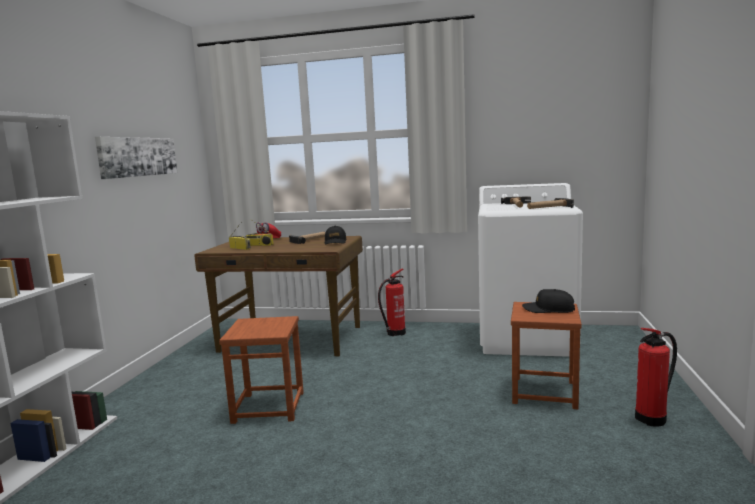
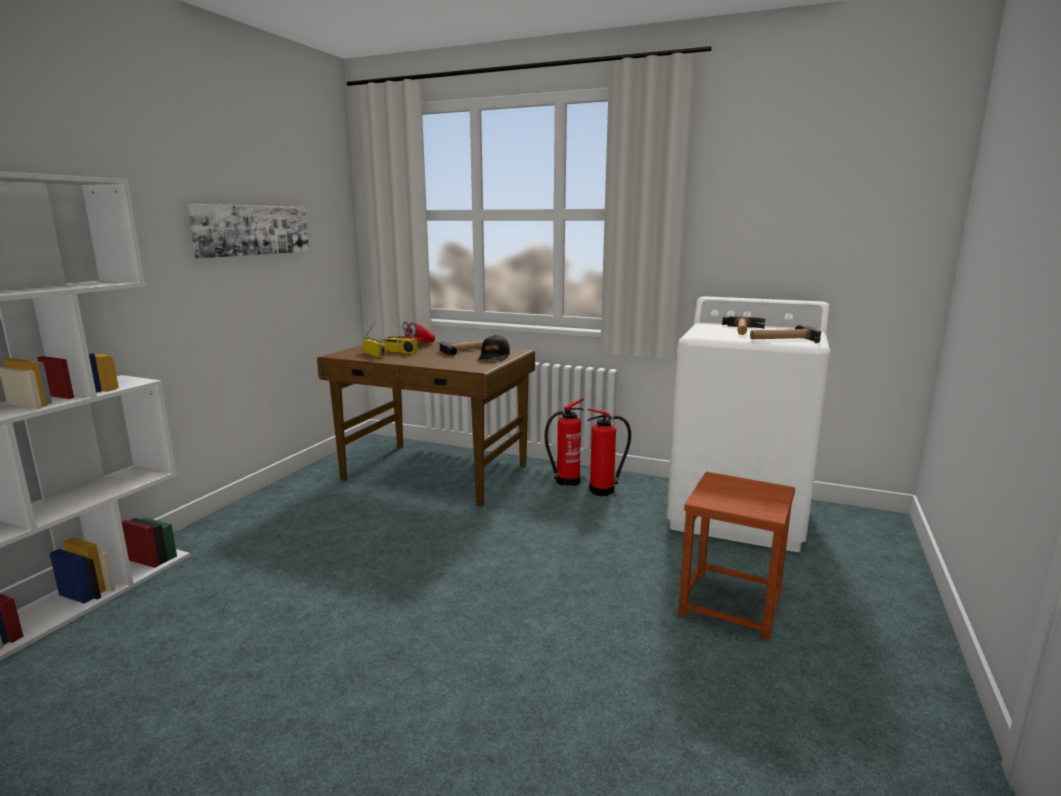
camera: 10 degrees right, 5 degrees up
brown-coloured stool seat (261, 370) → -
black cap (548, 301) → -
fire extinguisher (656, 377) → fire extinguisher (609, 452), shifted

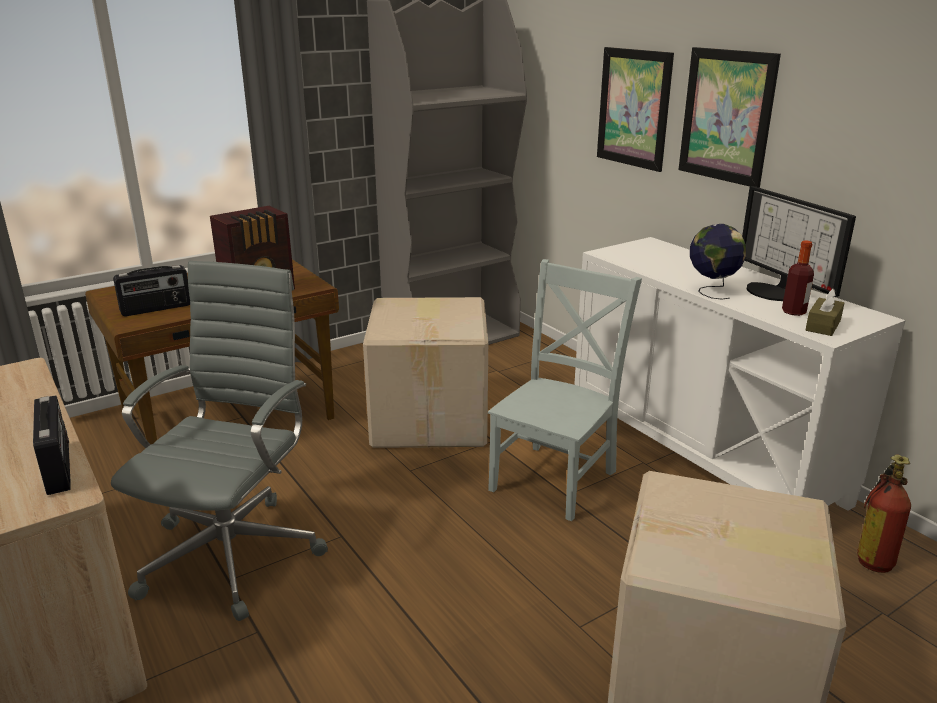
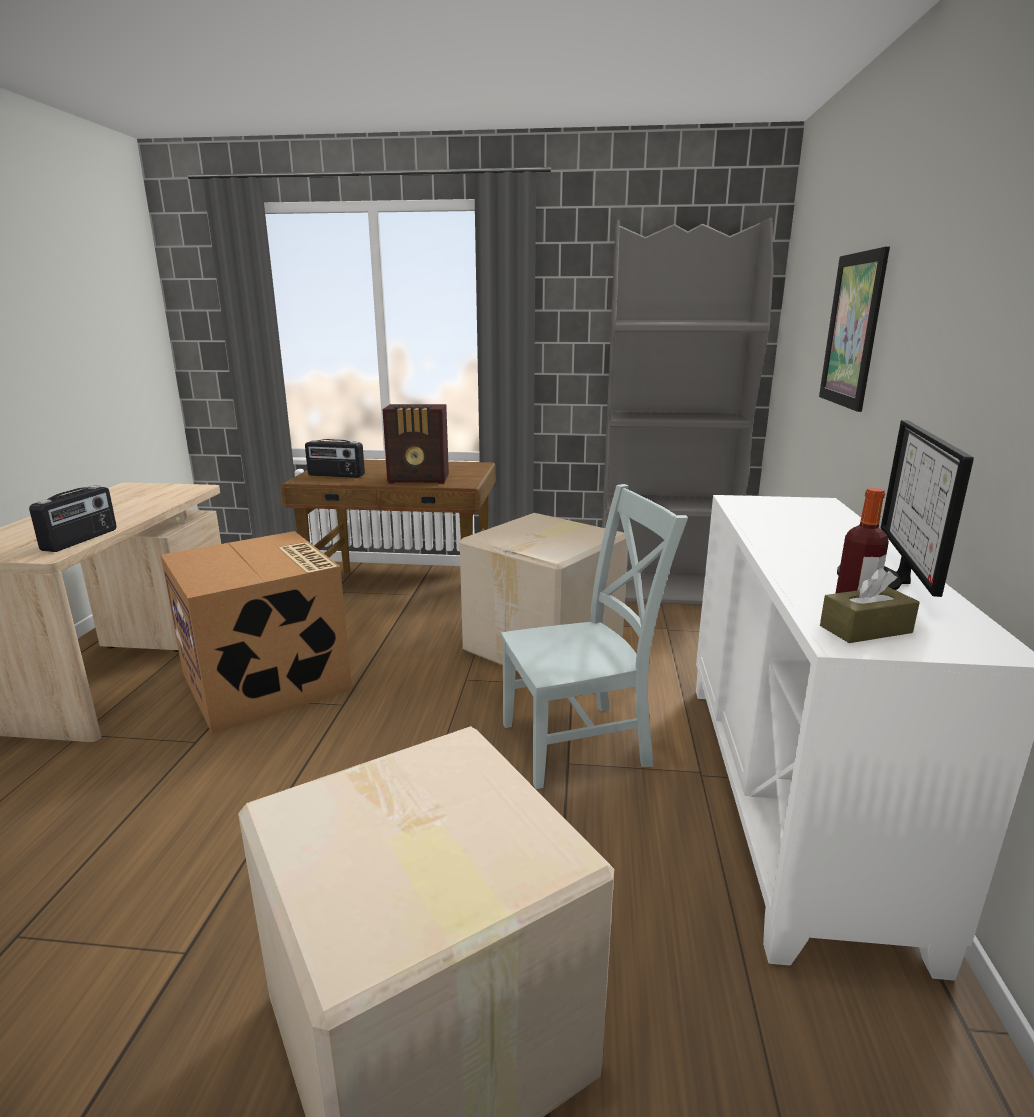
camera: 40 degrees right, 5 degrees down
greyish office chair (219, 441) → packing box (256, 632)
picture (730, 117) → -
desk globe (718, 262) → -
fire extinguisher (884, 513) → -

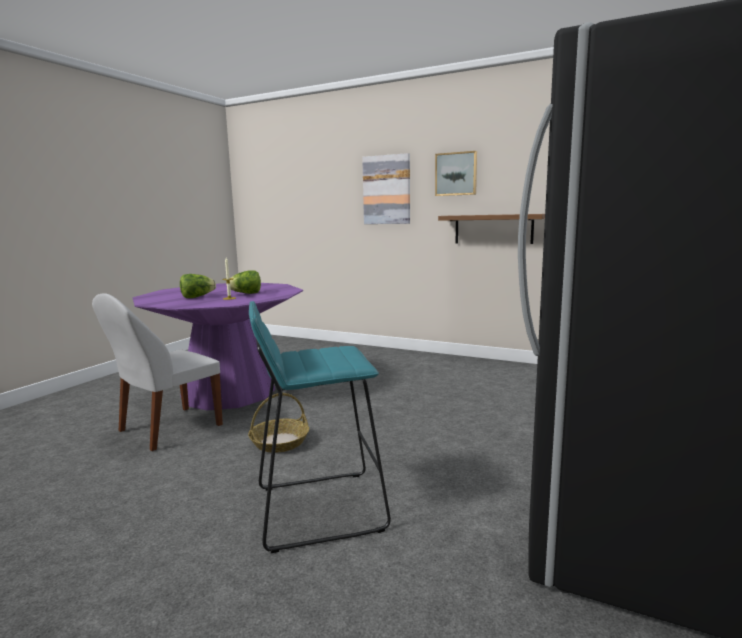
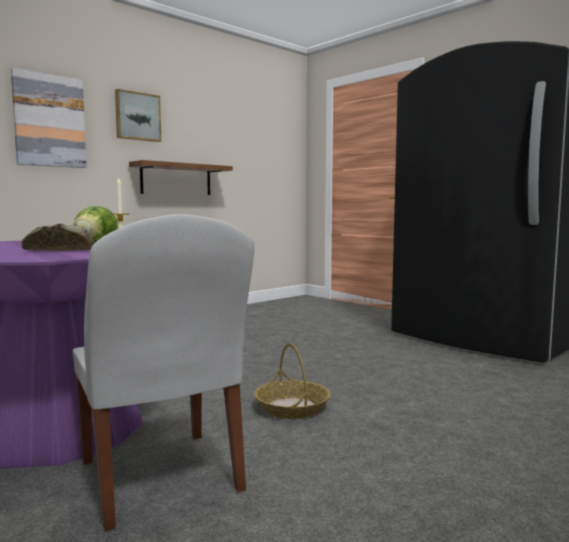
camera: 70 degrees left, 5 degrees down
lettuce (198, 286) → bread (58, 237)
blue-green stool seat (320, 427) → -

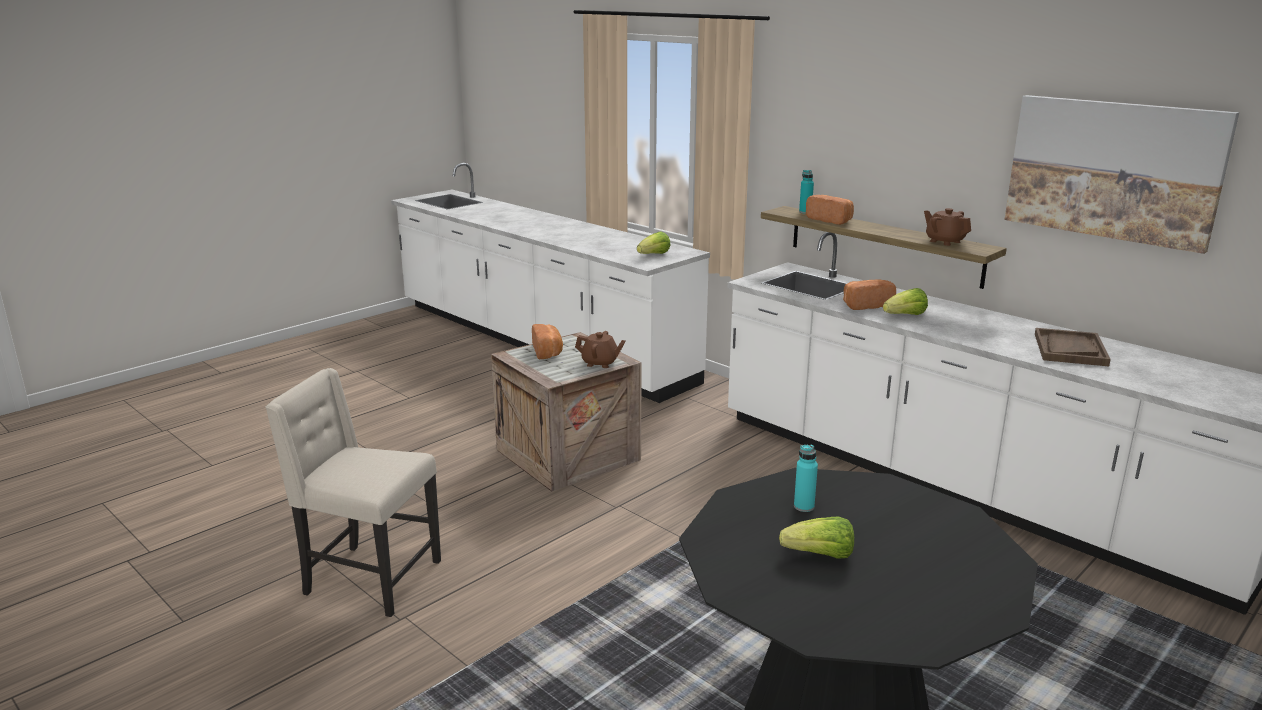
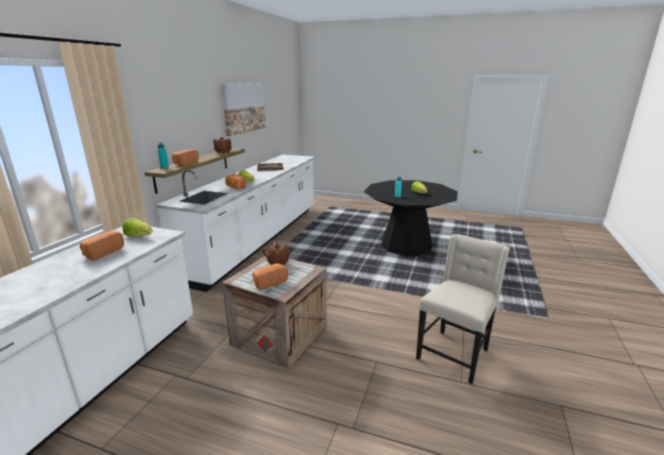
camera: 115 degrees left, 0 degrees up
sand-coloured chair (353, 492) → sand-coloured chair (463, 309), 135 degrees counterclockwise
- → bread (102, 245)

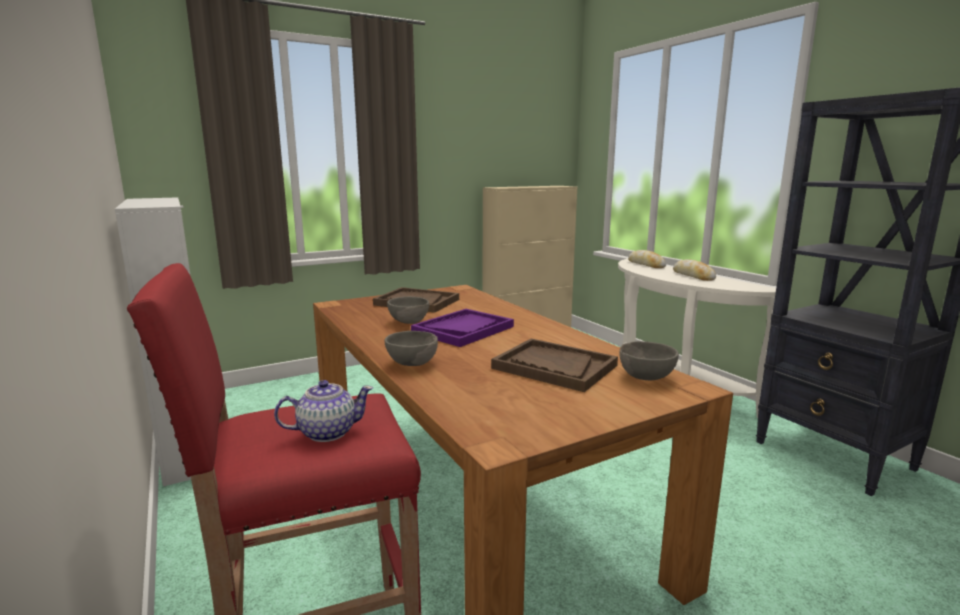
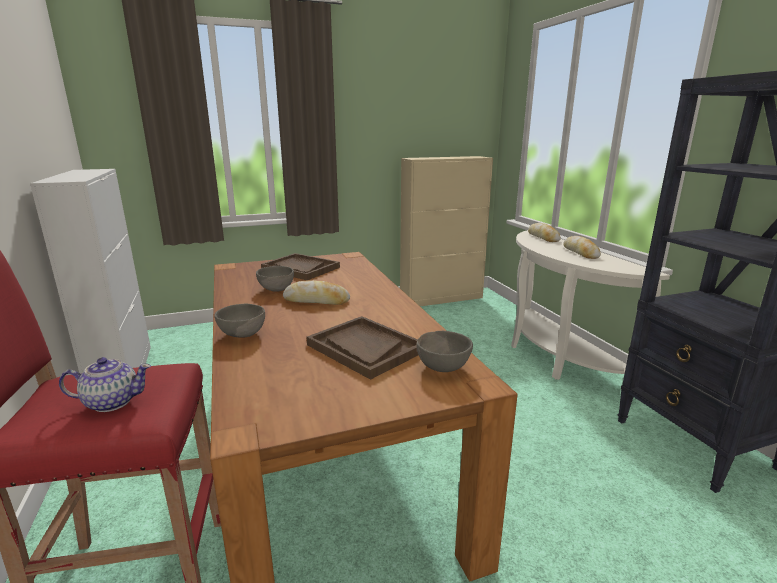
camera: 10 degrees right, 5 degrees up
purple-coloured carrying tray (462, 328) → bread (316, 292)

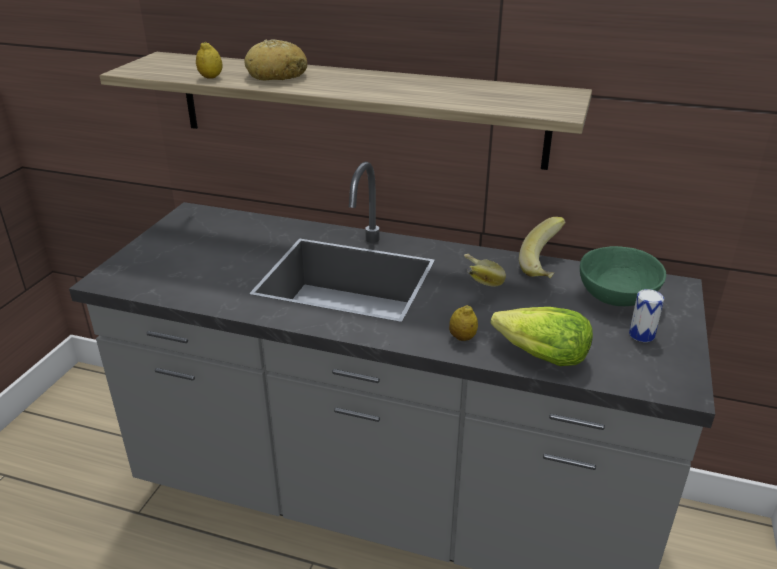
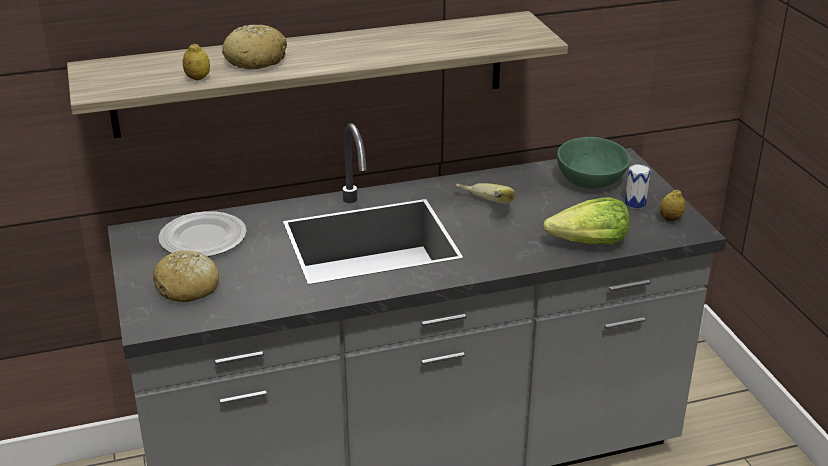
camera: 35 degrees left, 0 degrees up
lemon (463, 323) → lemon (672, 205), shifted
whole banana (542, 247) → -
- → bread (186, 276)
- → plate (202, 234)

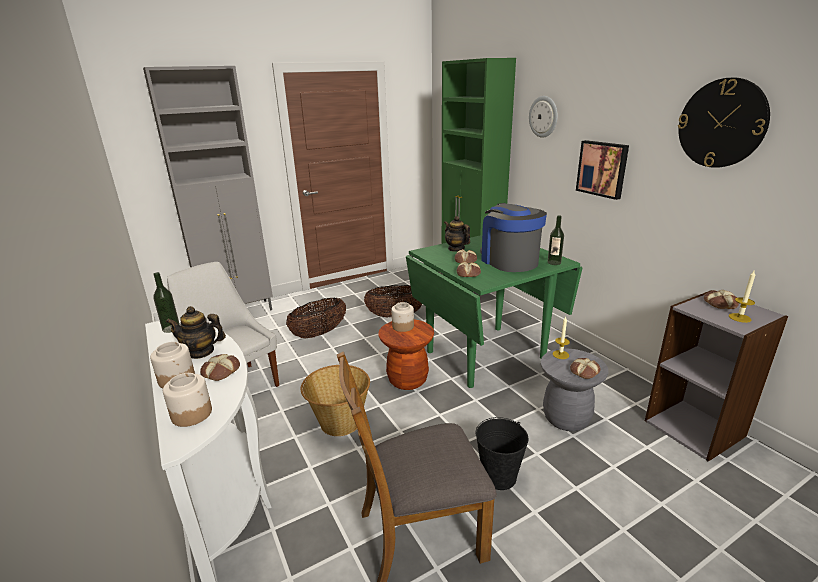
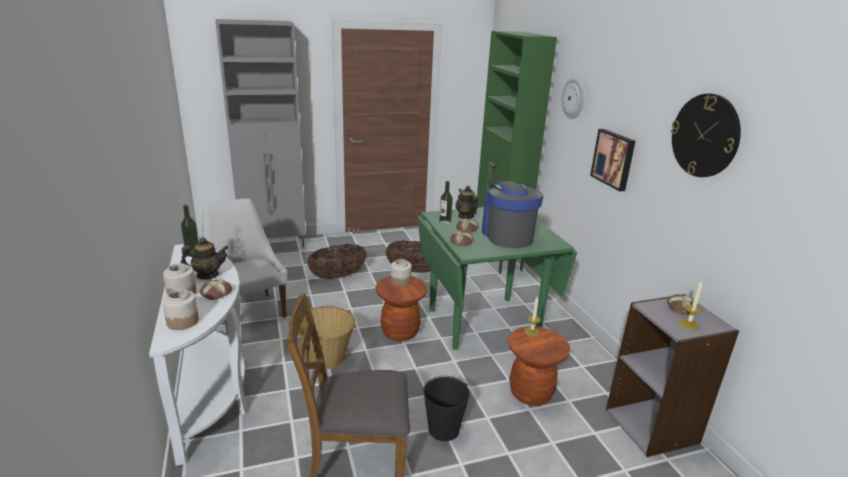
camera: 10 degrees right, 0 degrees up
teapot (196, 332) → teapot (205, 258), 150 degrees clockwise
greyish stool seat (574, 389) → brown-coloured stool seat (539, 366)
beverage bottle (555, 240) → beverage bottle (446, 203), shifted
bread (585, 368) → -

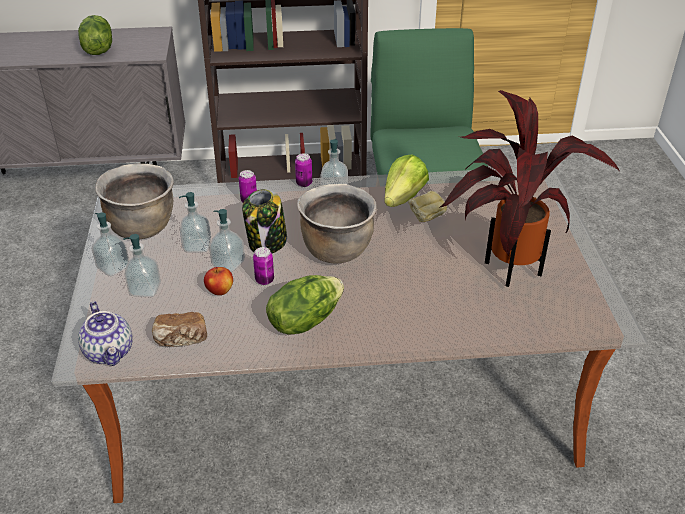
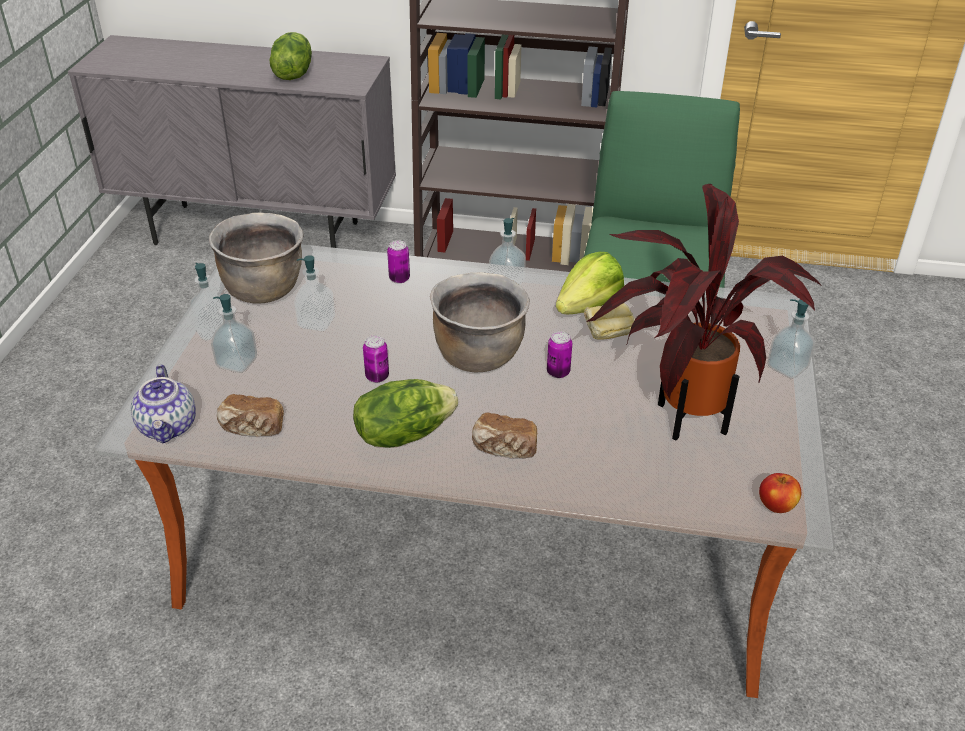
camera: 15 degrees right, 0 degrees up
whole apple (218, 281) → whole apple (780, 493), shifted
liquid soap bottle (227, 240) → liquid soap bottle (791, 339), shifted
storage jar (264, 221) → -
can (303, 170) → can (559, 354), shifted
- → bread (504, 435)

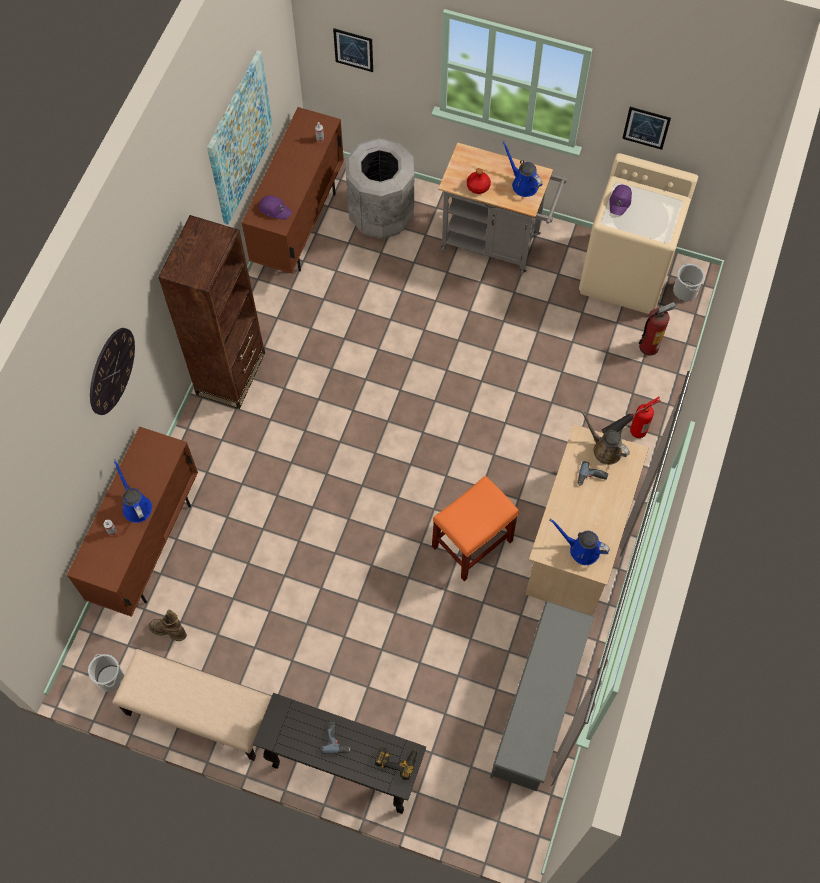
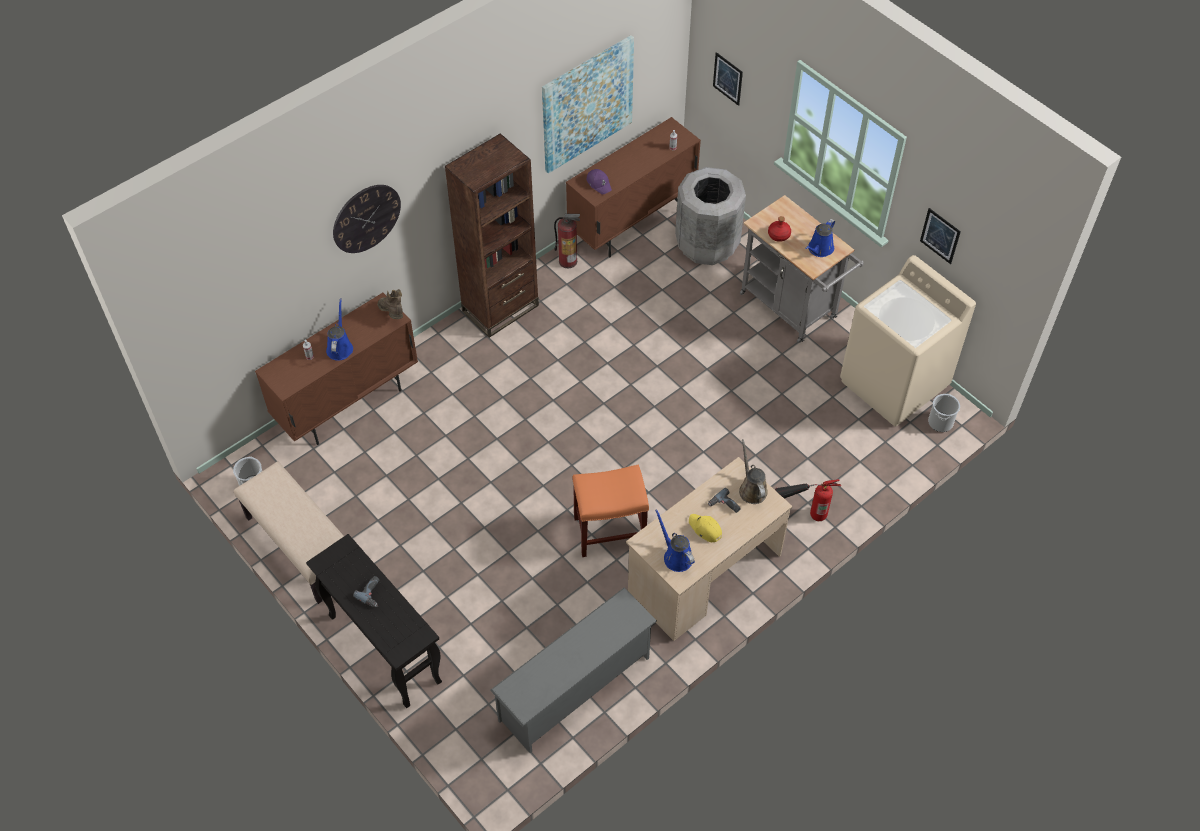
camera: 30 degrees right, 10 degrees down
brown-coloured tall boot (168, 625) → brown-coloured tall boot (390, 304), shifted
electric drill (396, 763) → -
bluish sprinkling can (522, 169) → bluish sprinkling can (820, 238), 135 degrees counterclockwise
purple-coloured cap (620, 200) → -
fire extinguisher (657, 329) → fire extinguisher (567, 240), shifted
- → yellowish cap (705, 528)

